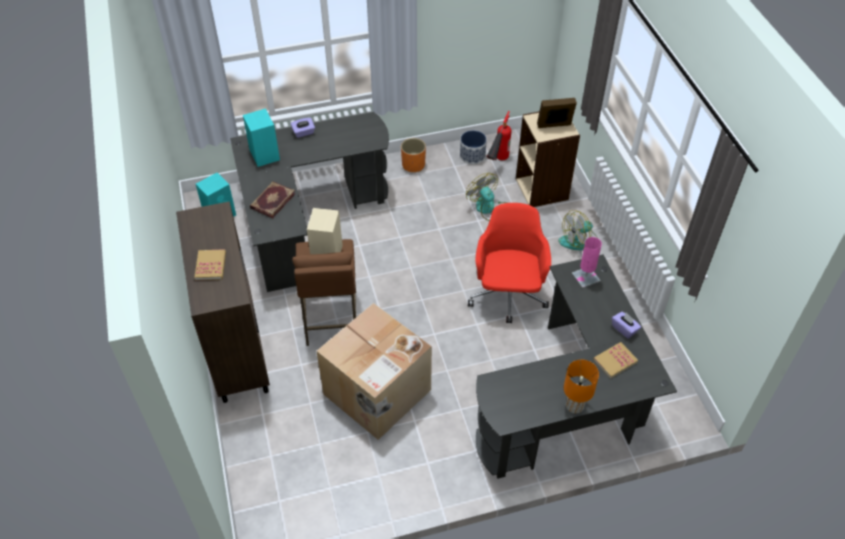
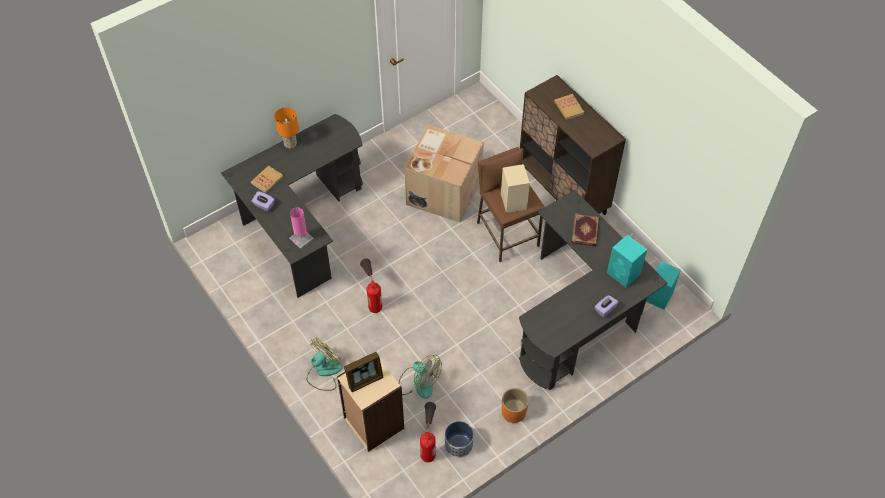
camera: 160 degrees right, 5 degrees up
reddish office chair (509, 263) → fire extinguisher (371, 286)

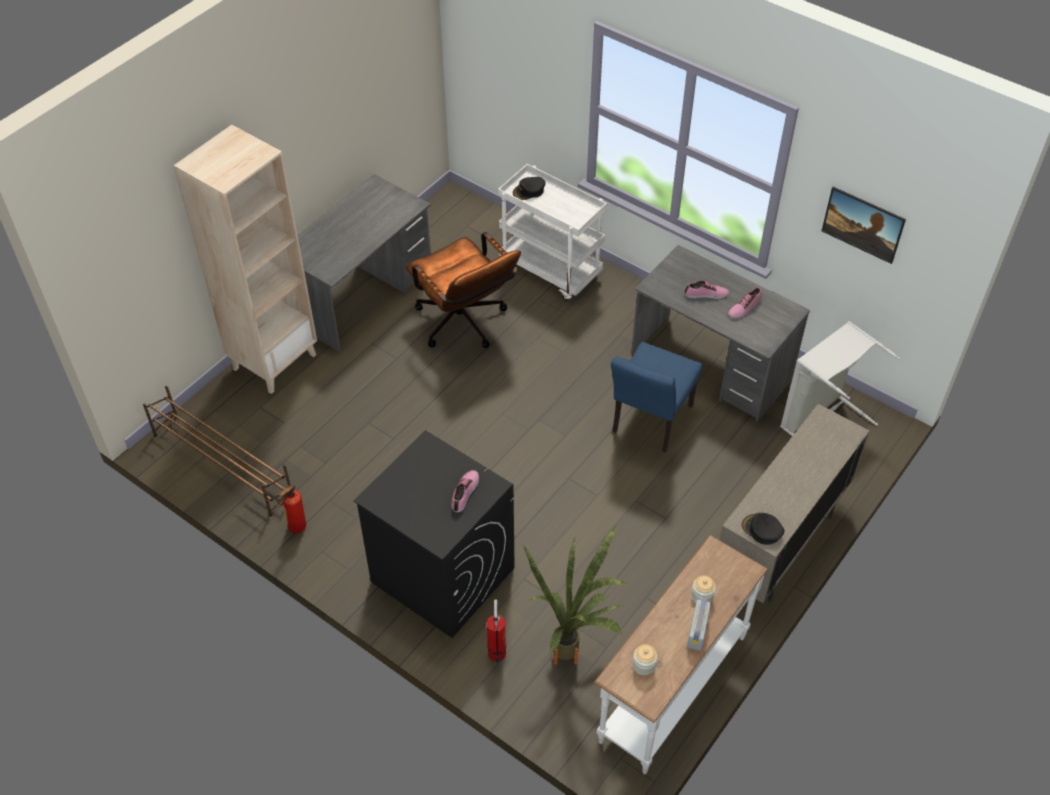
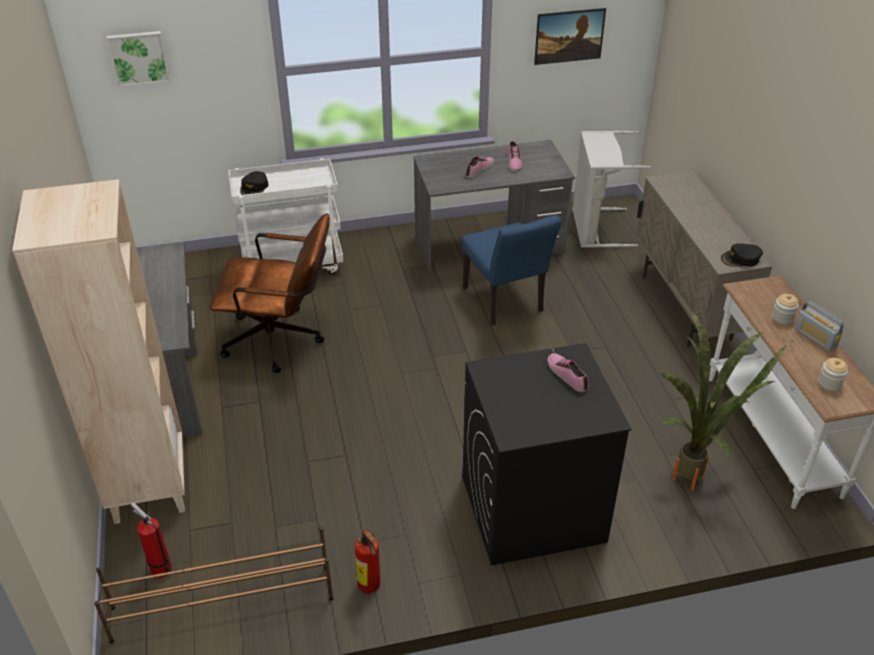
camera: 50 degrees left, 10 degrees down
fire extinguisher (496, 631) → fire extinguisher (151, 540), shifted
- → picture (138, 59)

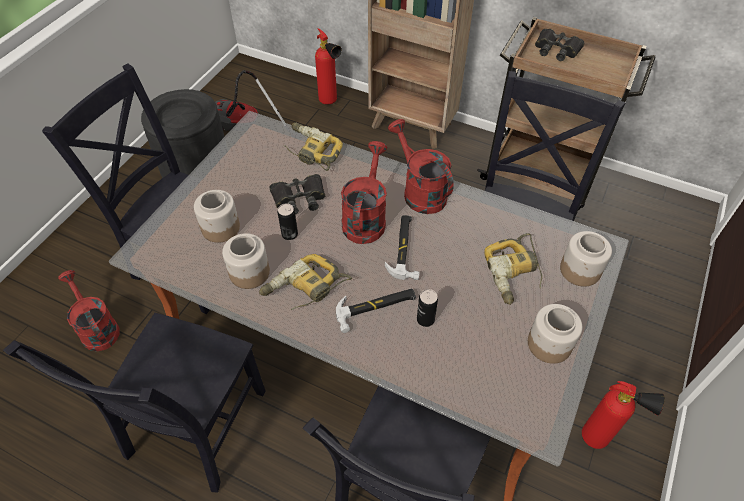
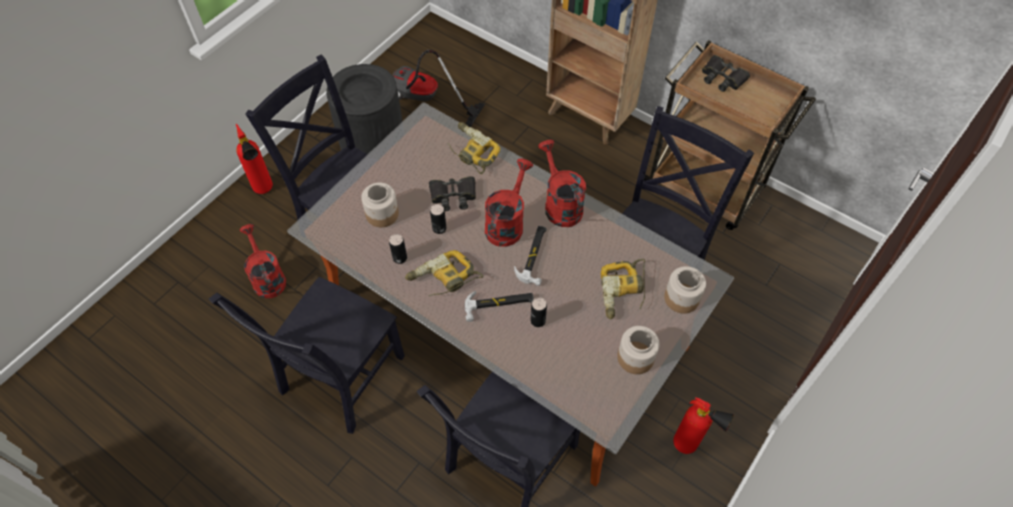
camera: 10 degrees right, 5 degrees up
storage jar (246, 261) → can (398, 249)
fire extinguisher (328, 66) → fire extinguisher (254, 159), shifted

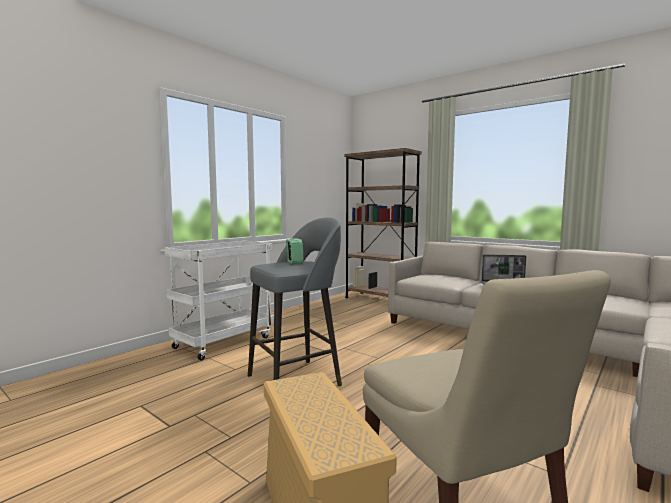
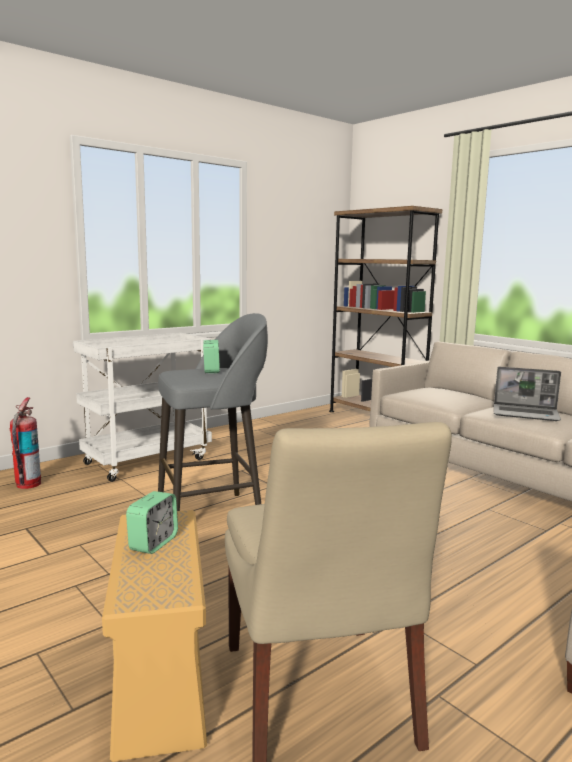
camera: 10 degrees right, 5 degrees up
- → fire extinguisher (25, 443)
- → table clock (152, 522)

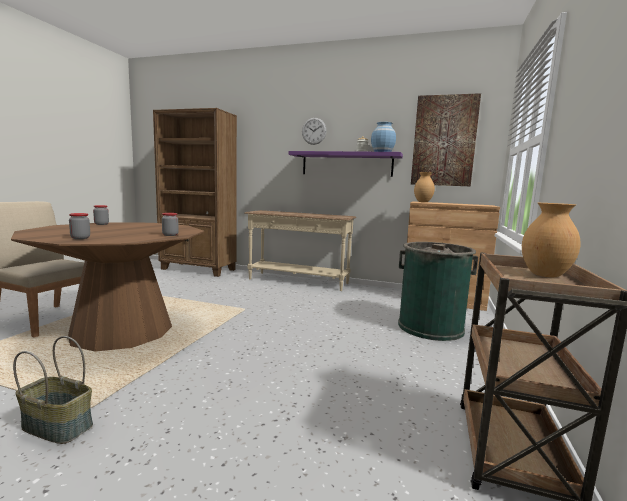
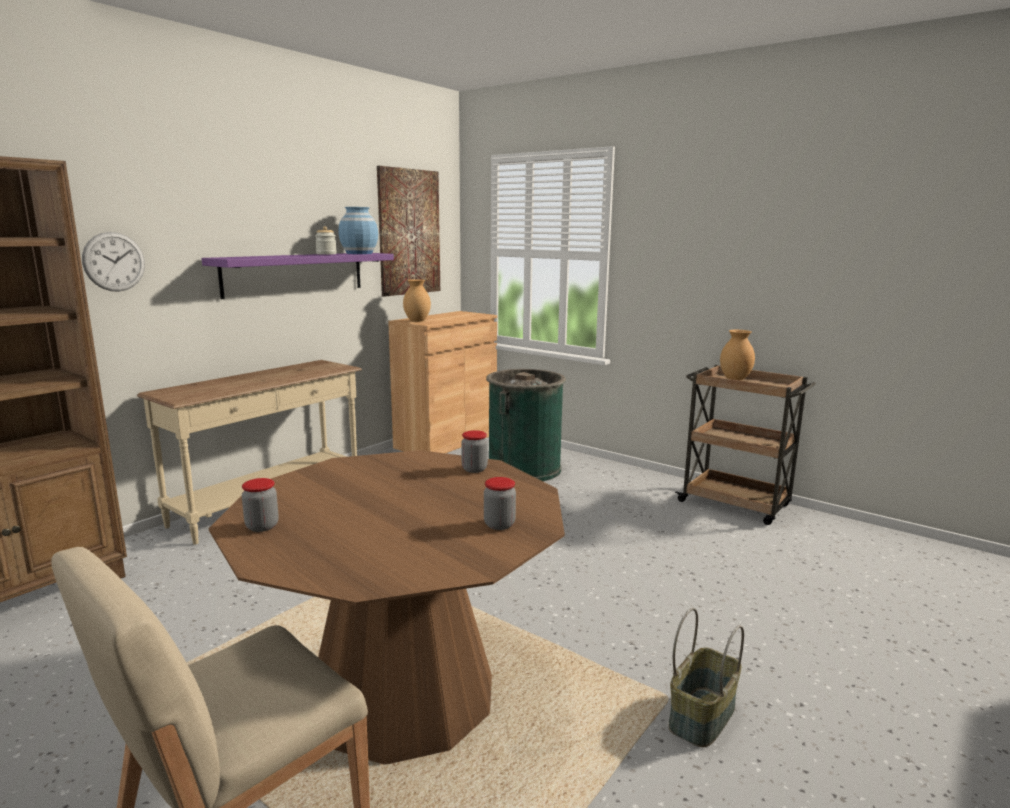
camera: 70 degrees left, 5 degrees up
hanging clock (314, 131) → hanging clock (113, 262), shifted

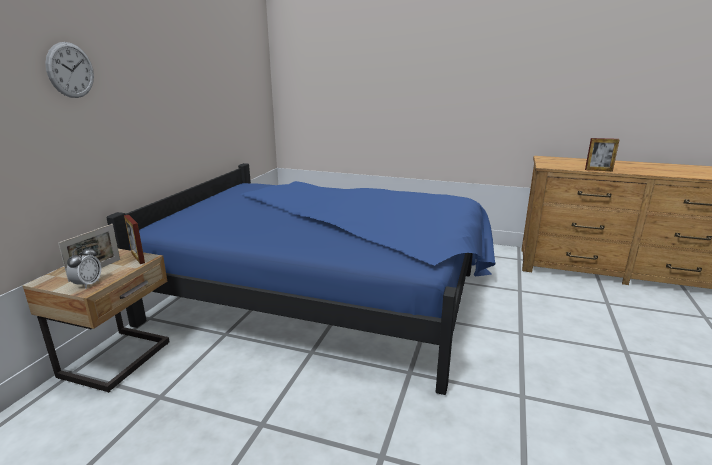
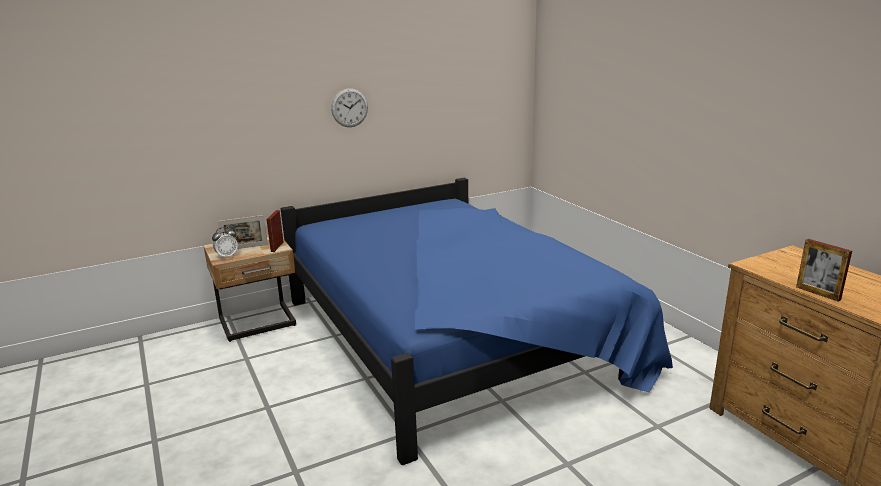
camera: 45 degrees right, 0 degrees up
hanging clock (69, 70) → hanging clock (349, 107), shifted

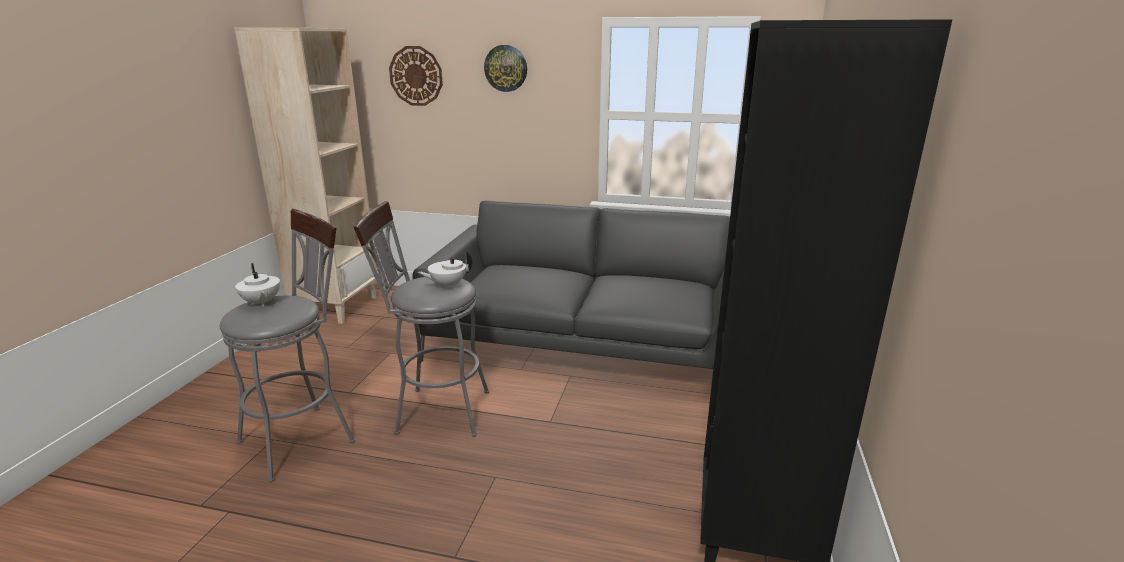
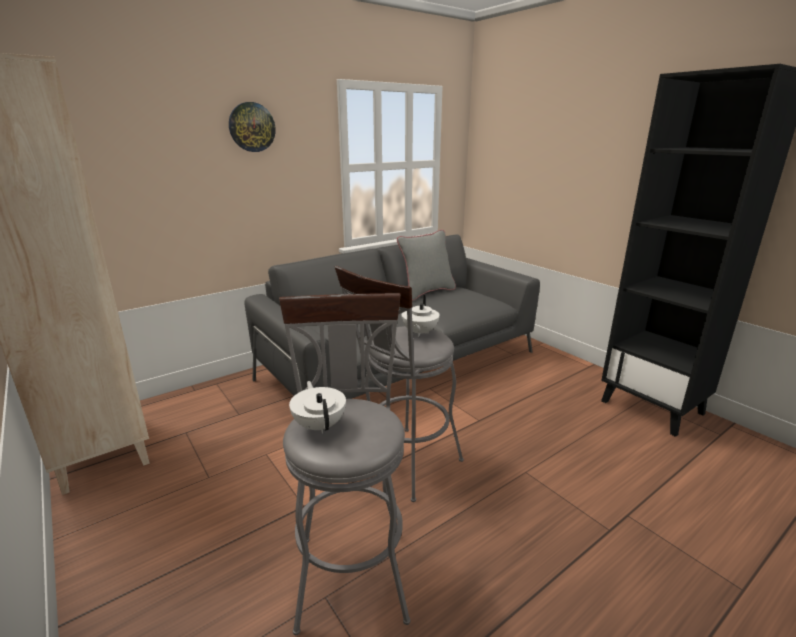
camera: 50 degrees left, 0 degrees up
white-coloured teapot (257, 285) → white-coloured teapot (317, 407), 120 degrees counterclockwise
hanging clock (416, 76) → -
- → greyish pillow (426, 265)

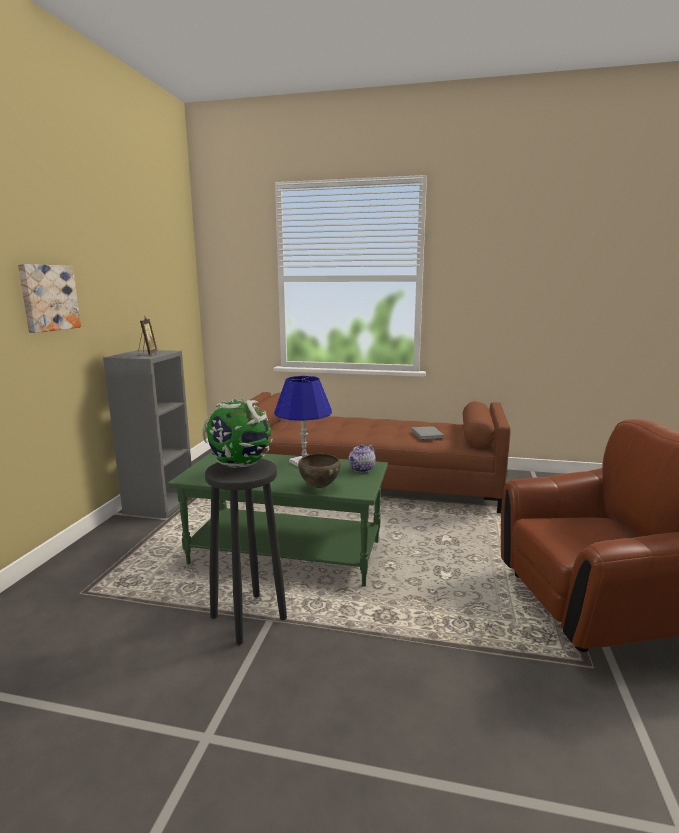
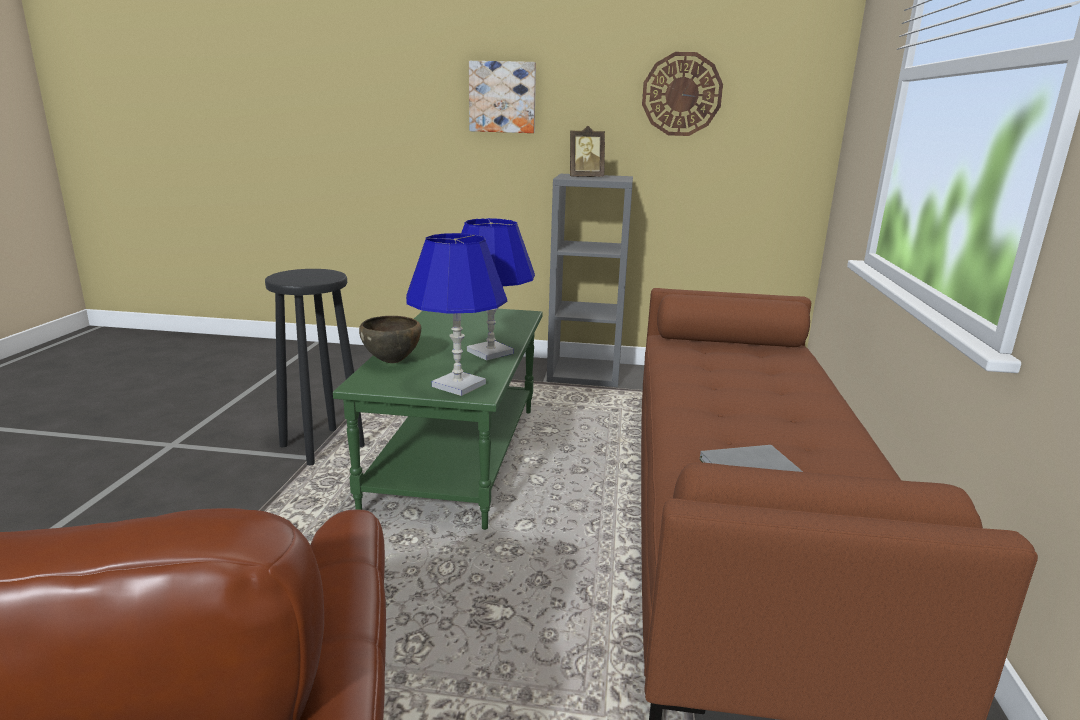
camera: 85 degrees right, 5 degrees up
desk globe (237, 433) → -
teapot (362, 458) → bluish tabletop lamp (456, 314)
- → hanging clock (682, 94)

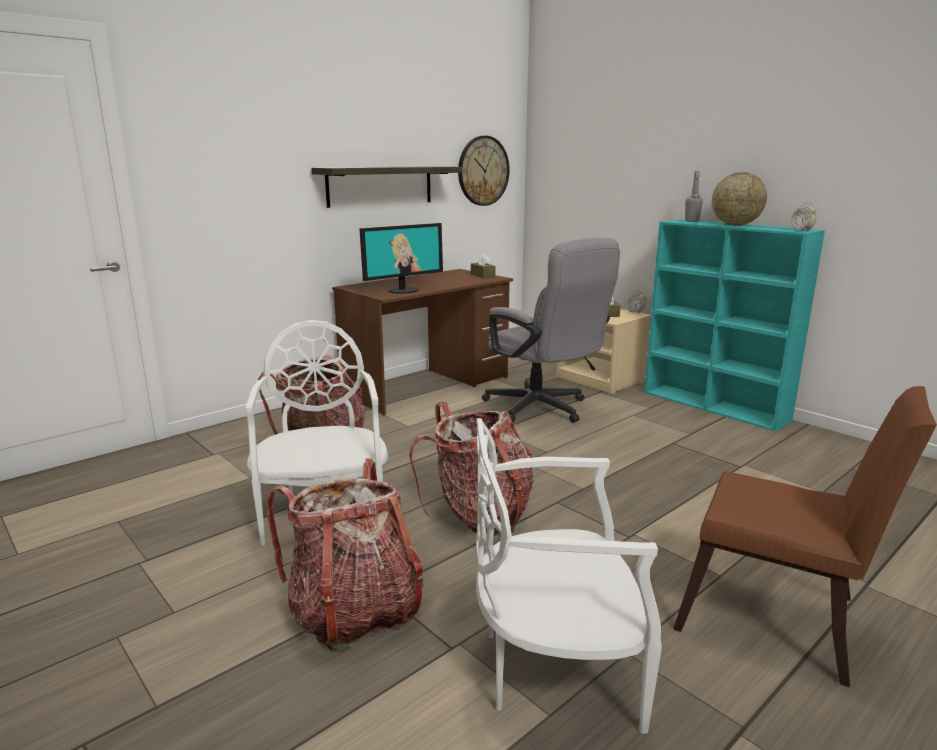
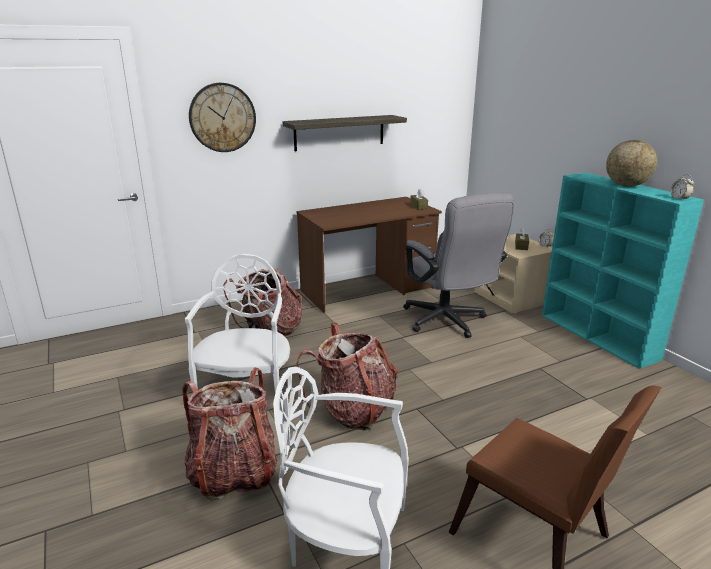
camera: 15 degrees right, 5 degrees up
computer screen (401, 258) → -
hanging clock (484, 171) → hanging clock (222, 117), shifted
greyish beverage bottle (694, 196) → -

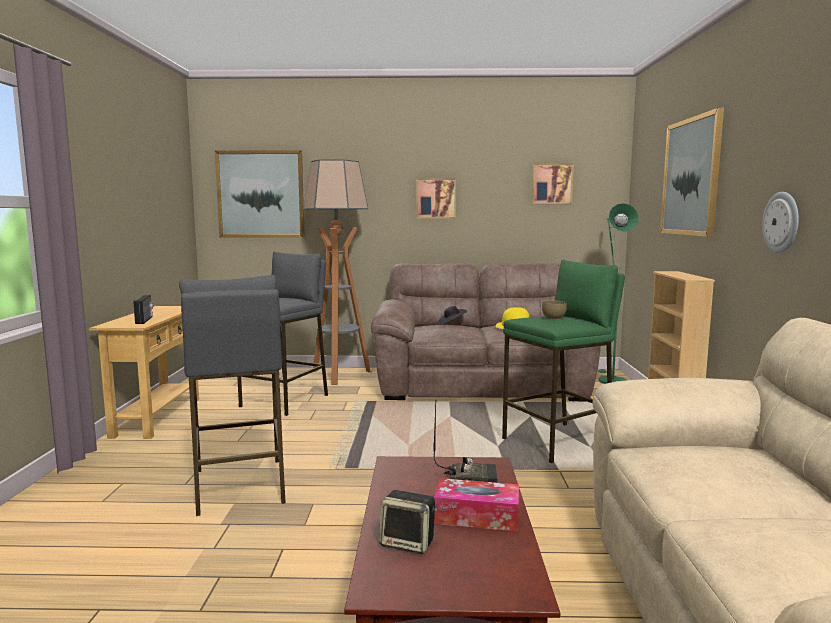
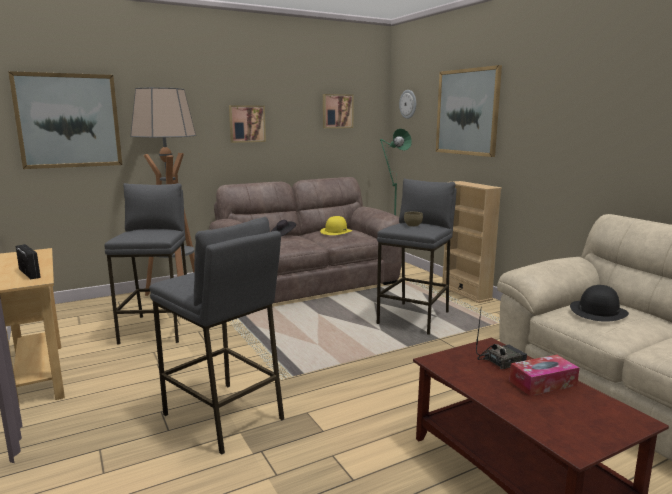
camera: 30 degrees left, 5 degrees up
loudspeaker (408, 522) → -
greenish stool seat (563, 361) → greyish stool seat (417, 256)
hanging clock (780, 222) → hanging clock (407, 104), shifted
- → black hat (599, 303)

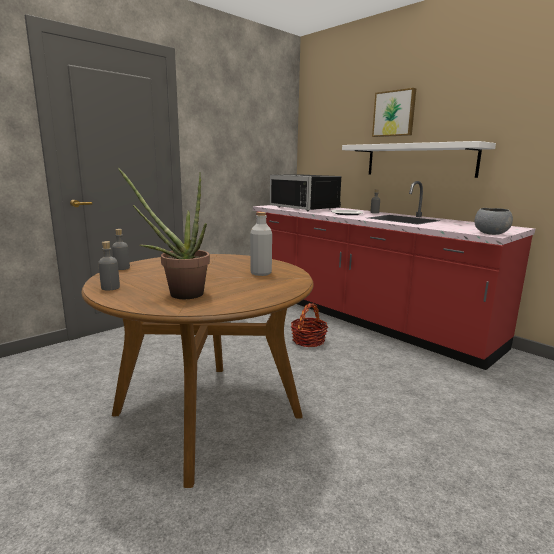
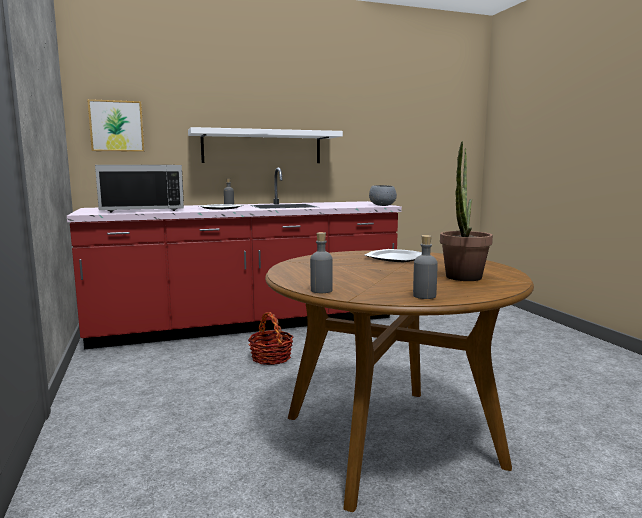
camera: 65 degrees left, 5 degrees down
greyish beverage bottle (261, 244) → plate (393, 256)
picture (394, 112) → picture (116, 125), shifted

